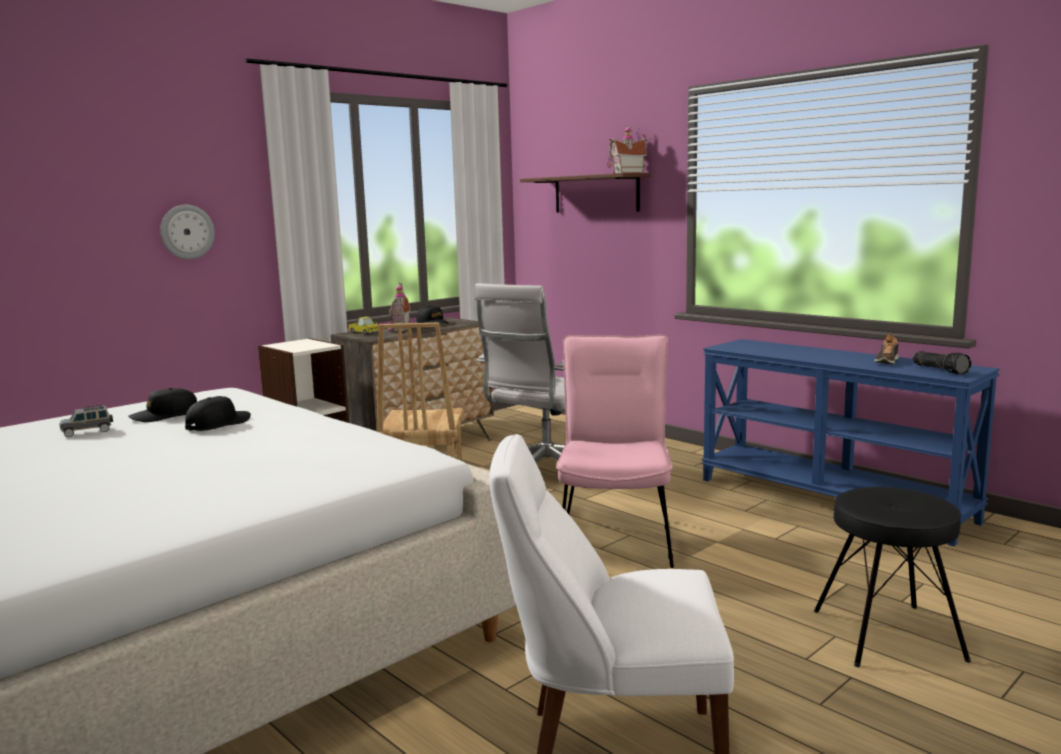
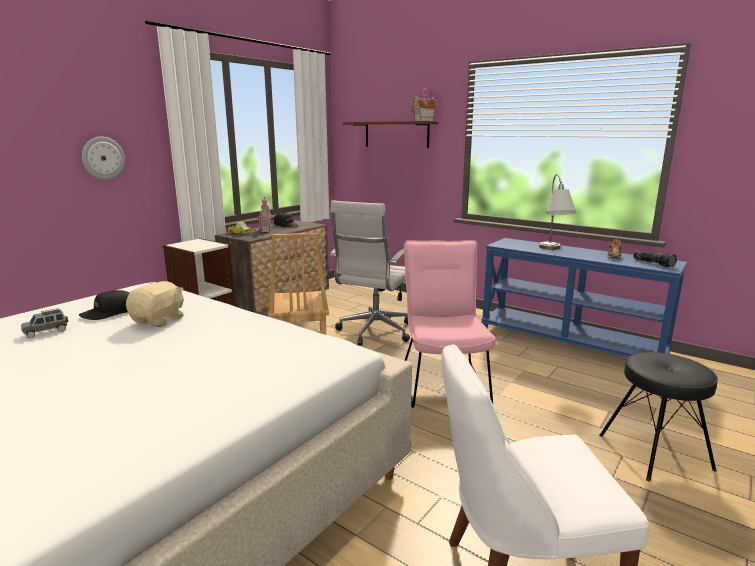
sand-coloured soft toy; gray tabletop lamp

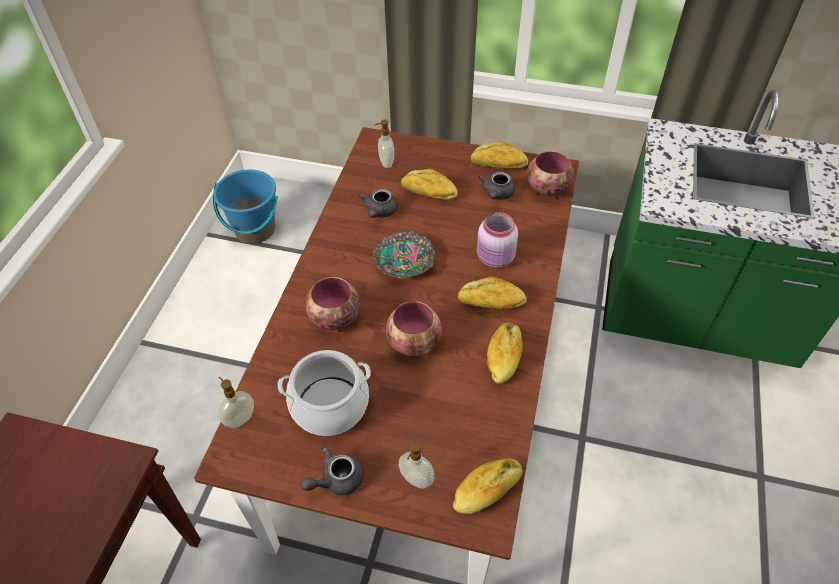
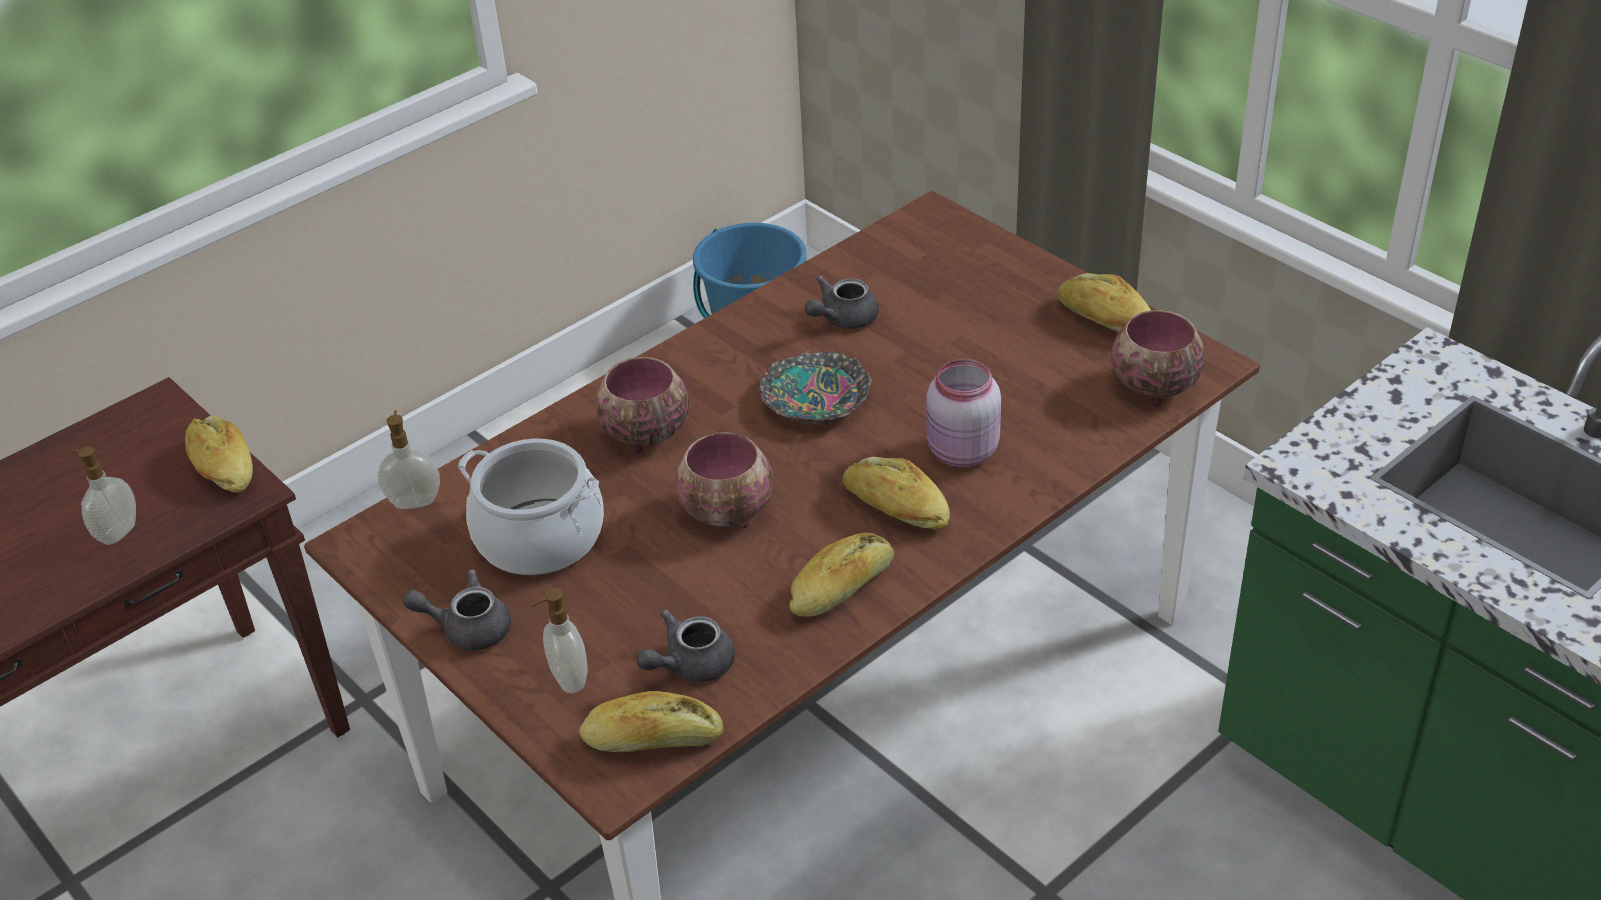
liquid soap bottle (no. 1 from left); baked bread (no. 1 from left); gray pot for tea (no. 2 from left)

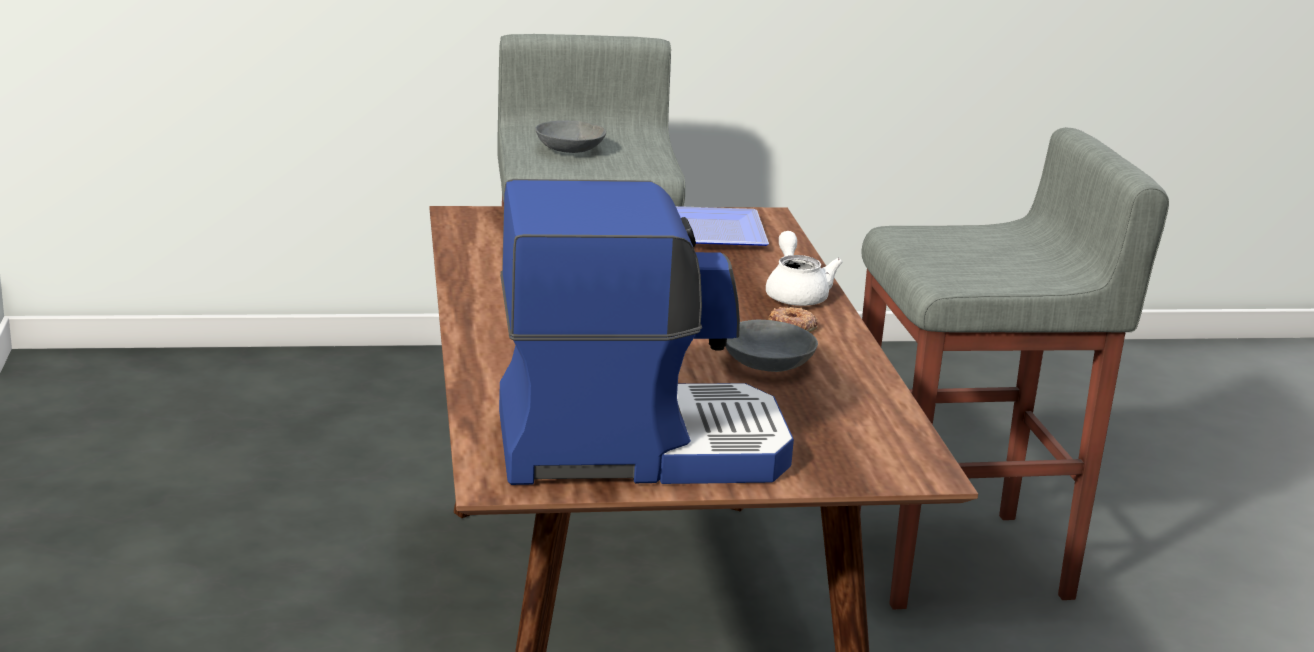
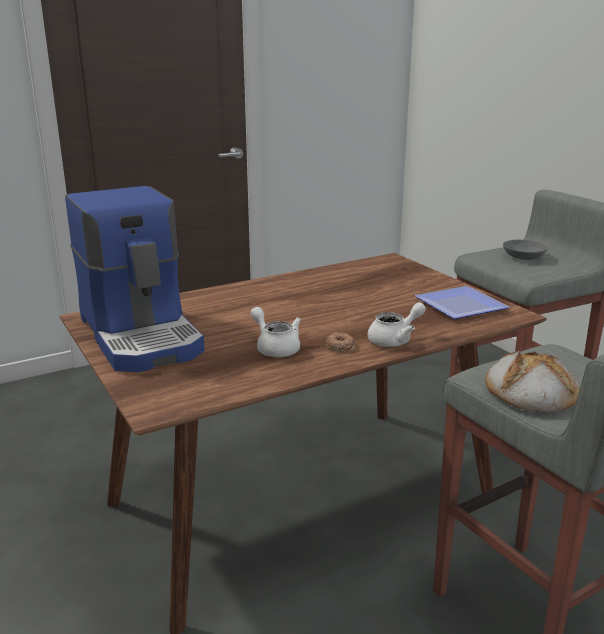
white-coloured pot for tea (no. 1 from left); baked bread

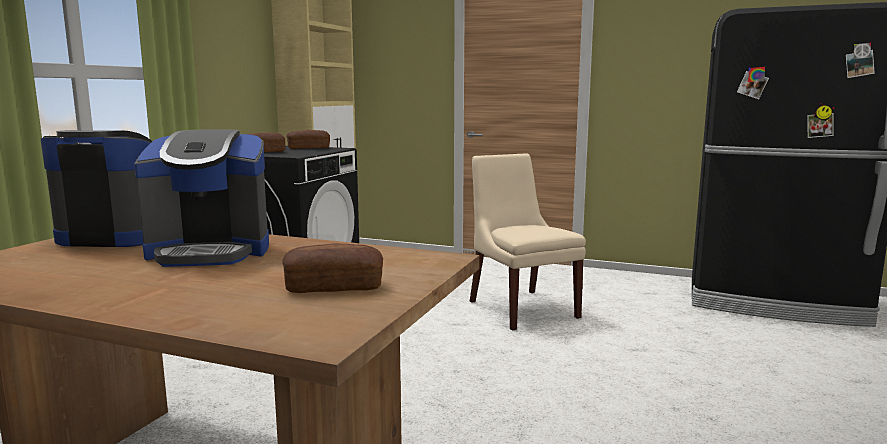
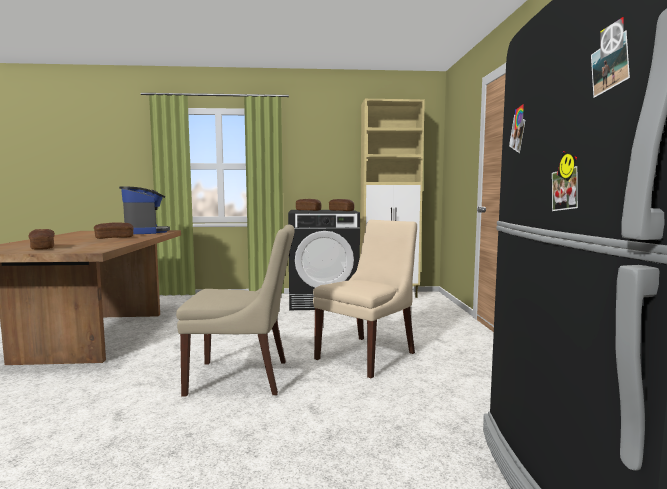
baked bread (no. 2 from left); sand-coloured plain chair (no. 1 from left)

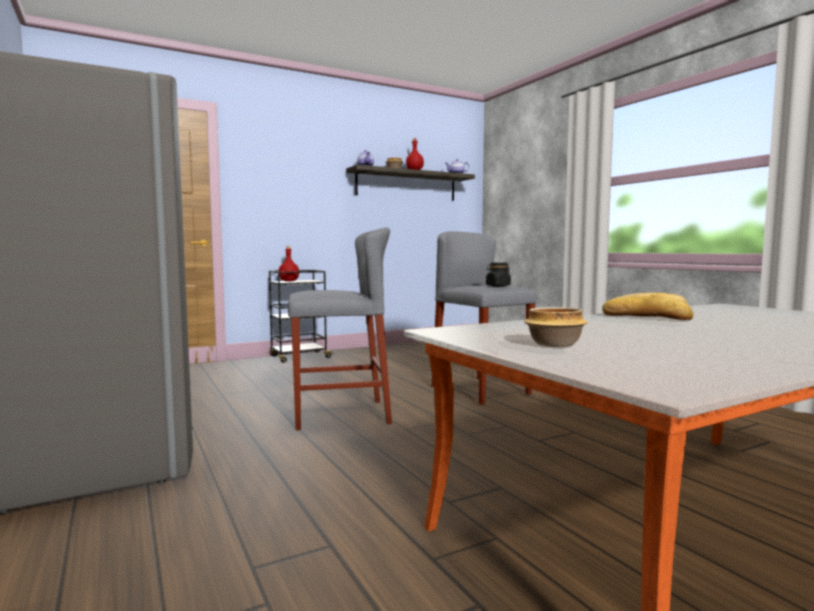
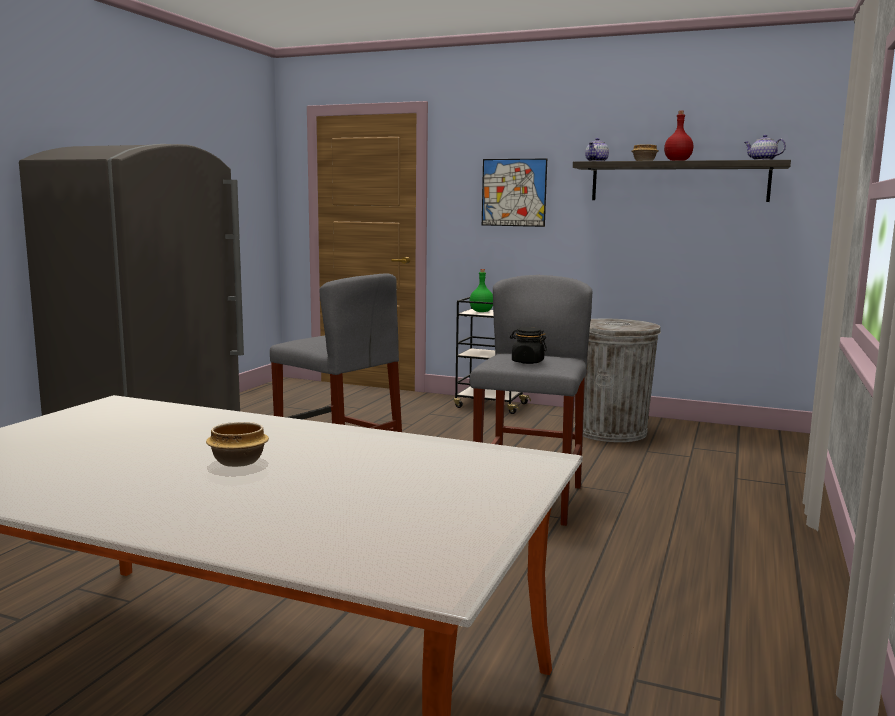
green-coloured beverage bottle; bowl (no. 1 from left); baked bread; picture; gray trash can

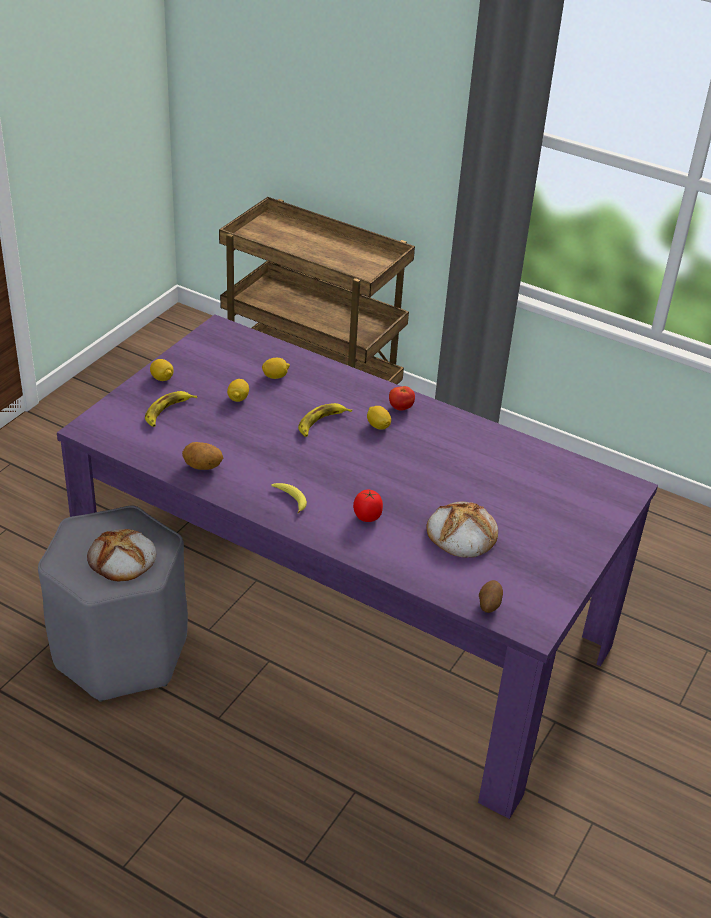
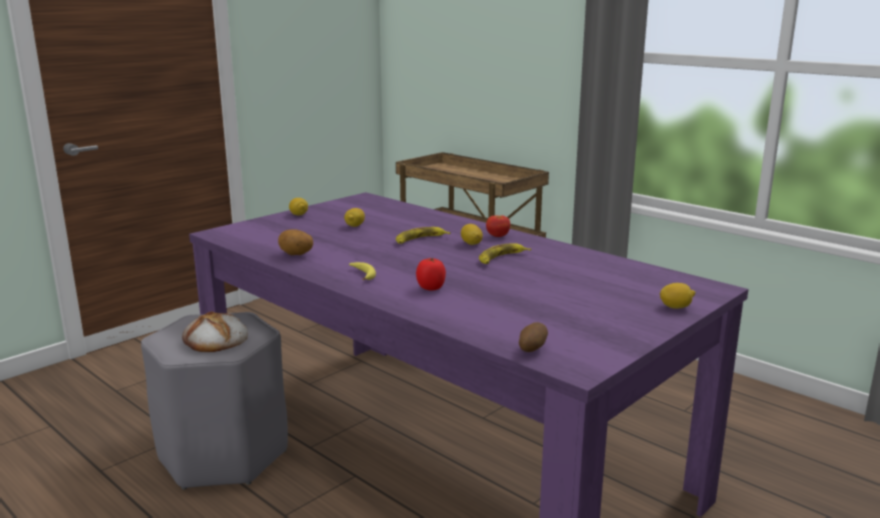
banana fruit (no. 3 from left); citrus fruit (no. 4 from left); baked bread (no. 2 from left in the first image)

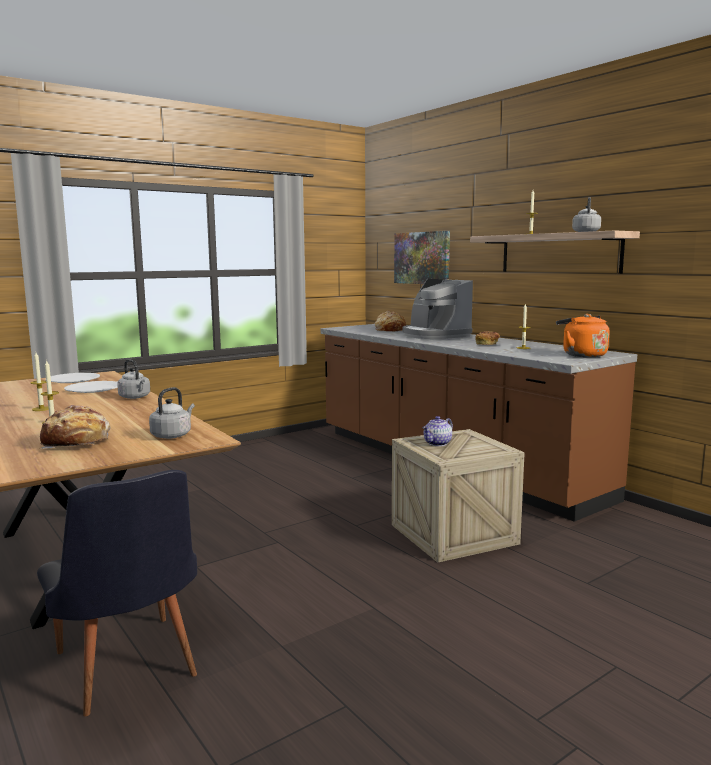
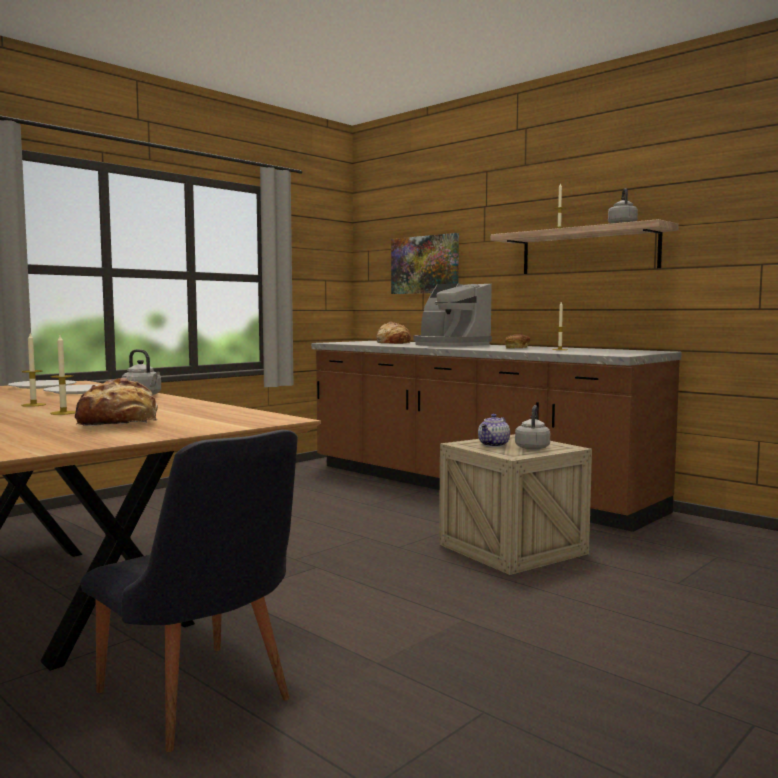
gray kettle (no. 2 from left); orangey kettle

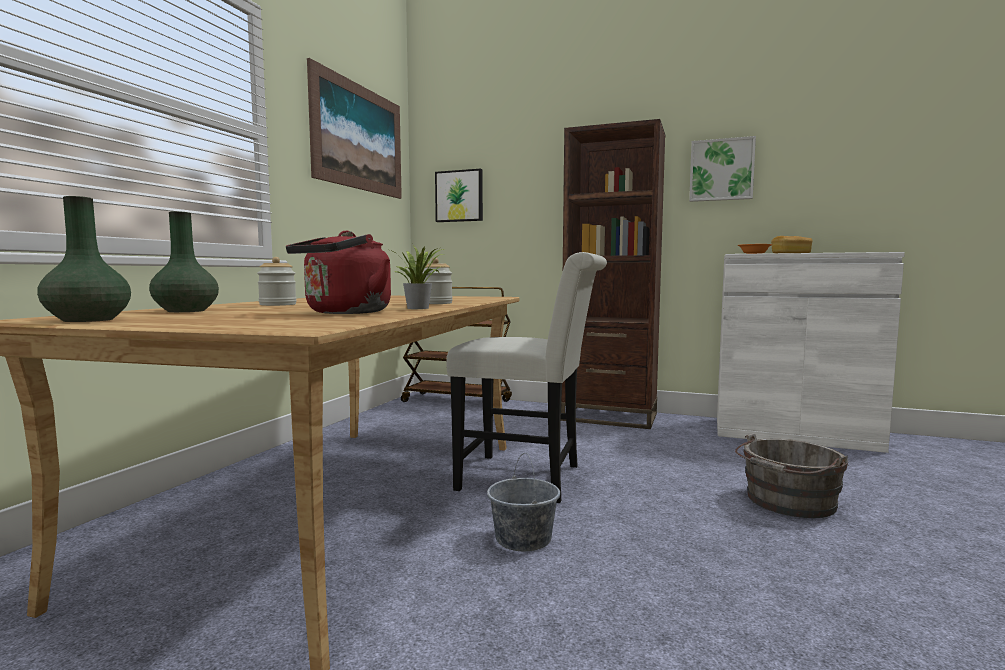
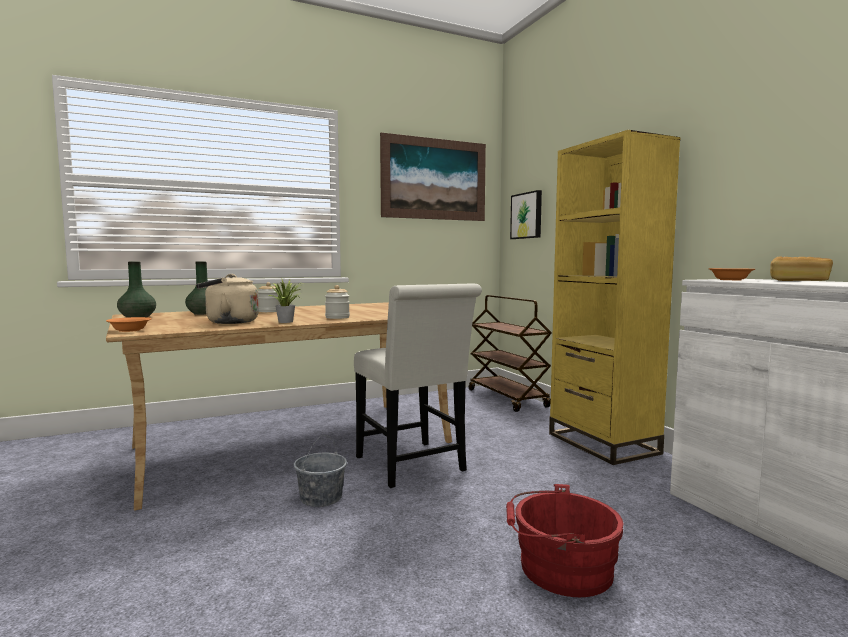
sand-coloured kettle; yellow bookshelf; picture (no. 3 from left in the first image); red bucket; orangey bowl (no. 1 from left)

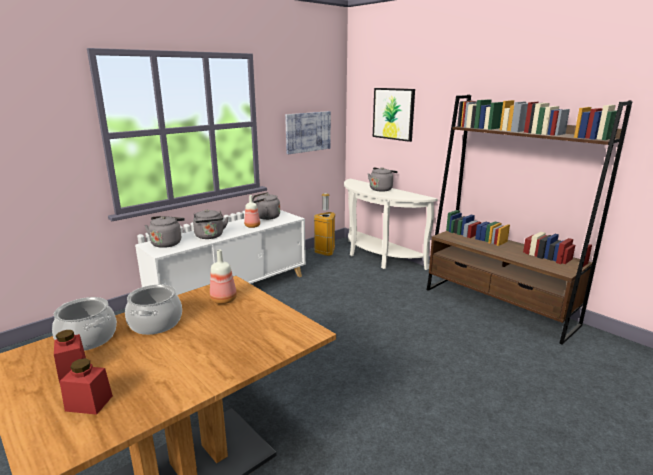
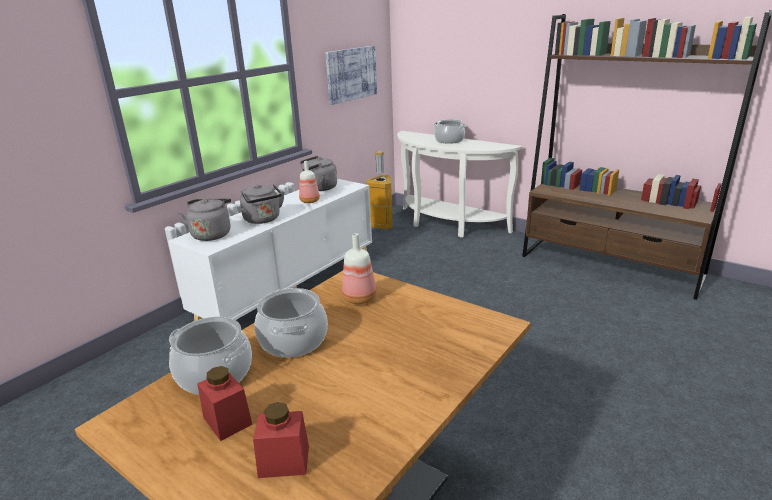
stockpot (no. 3 from left); picture (no. 2 from left in the first image)

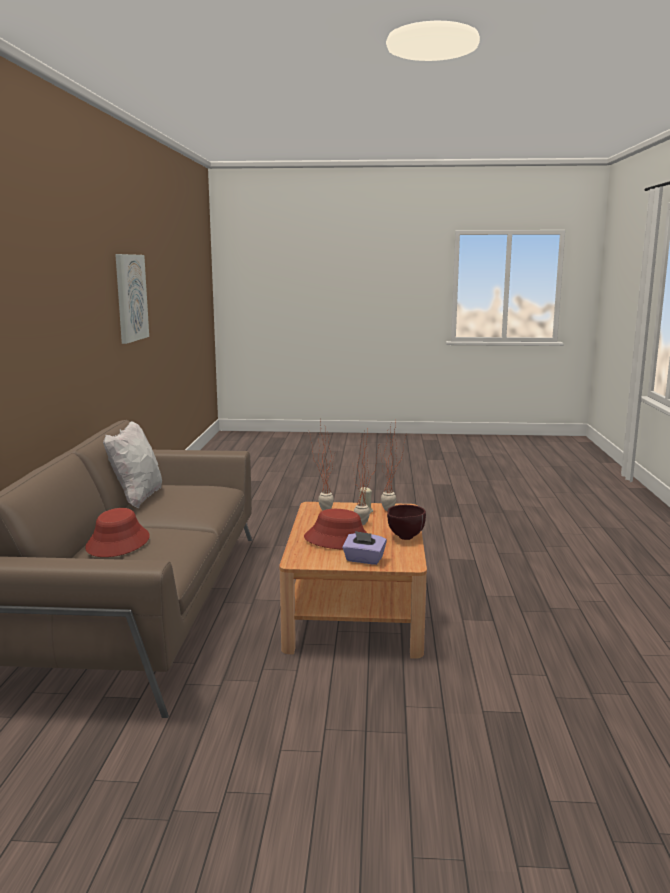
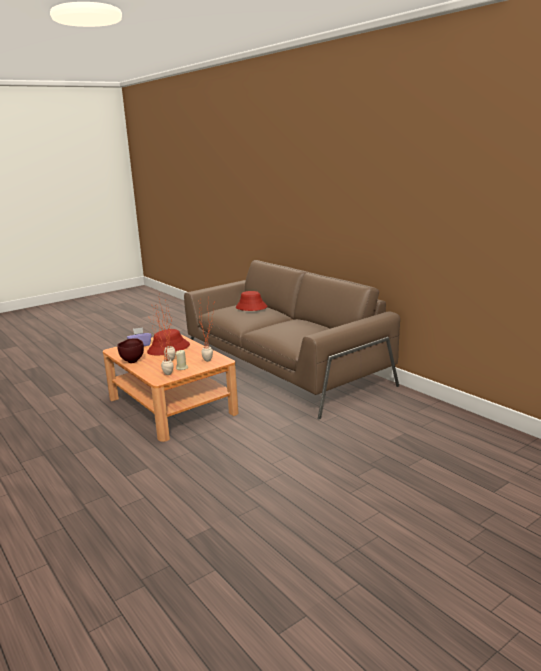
white-coloured cushion; picture

